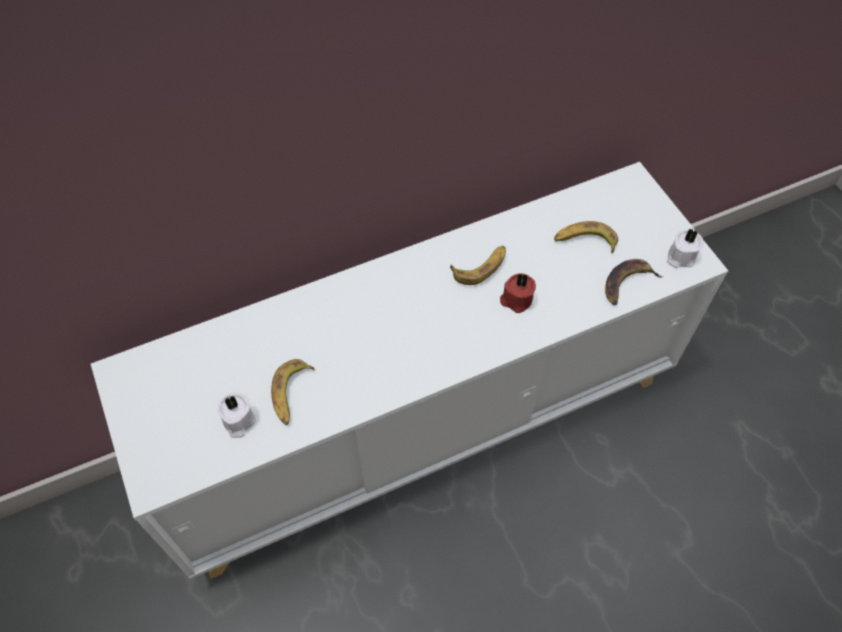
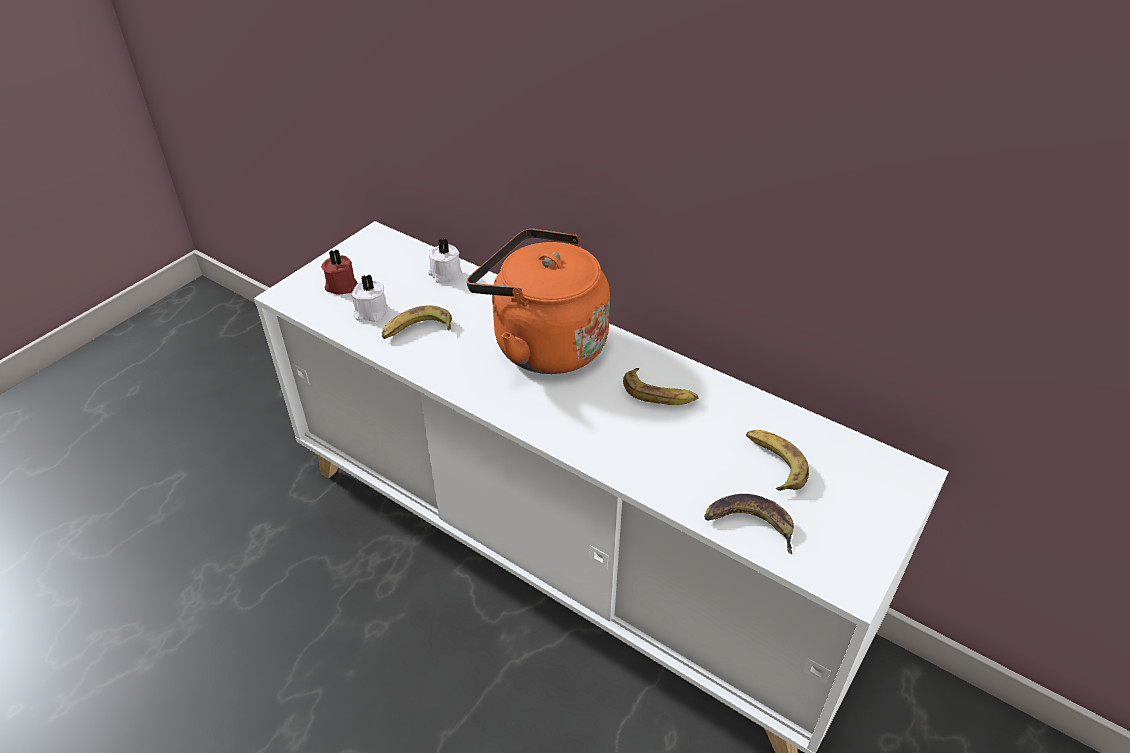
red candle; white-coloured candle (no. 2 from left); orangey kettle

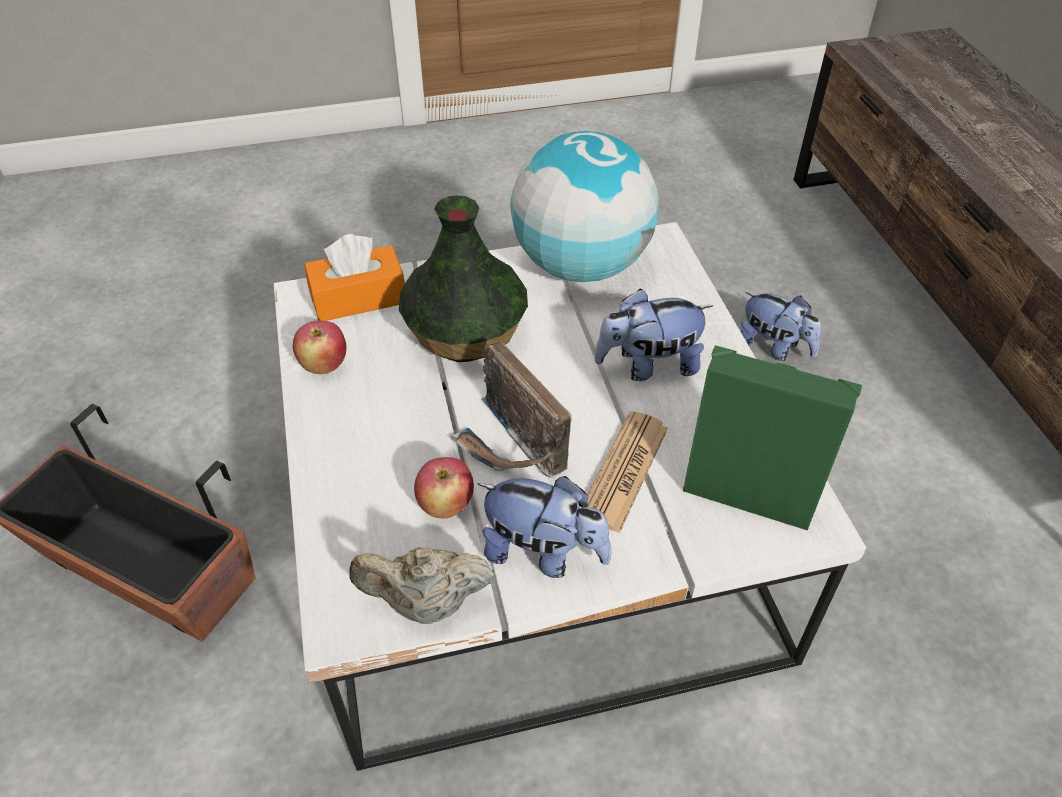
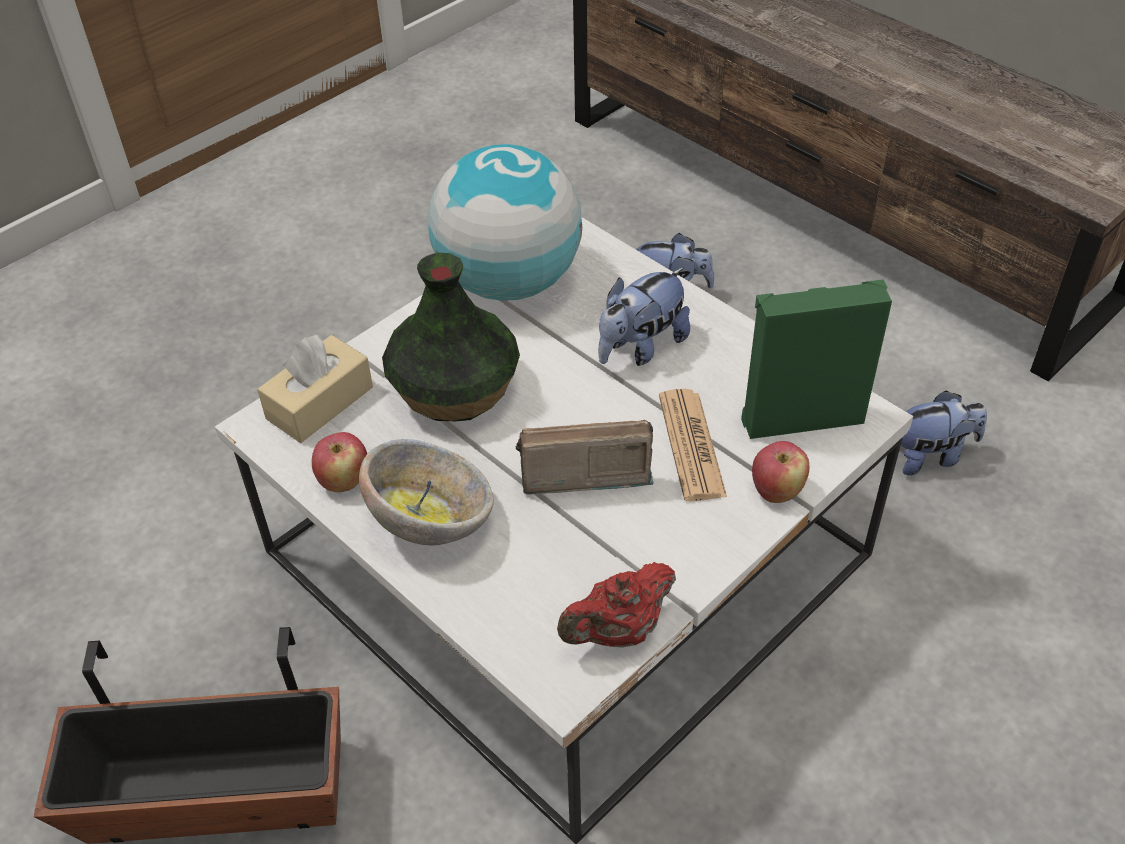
sand-coloured tissue holder; red pot for tea; apple (no. 2 from left); radio; soft toy (no. 3 from left); bowl

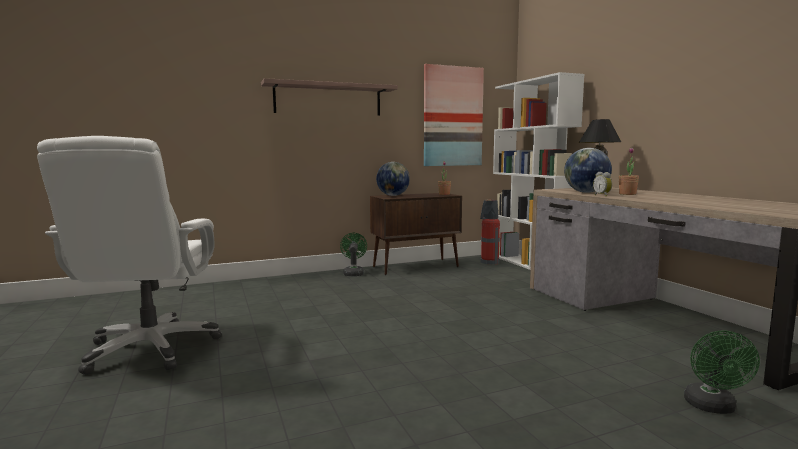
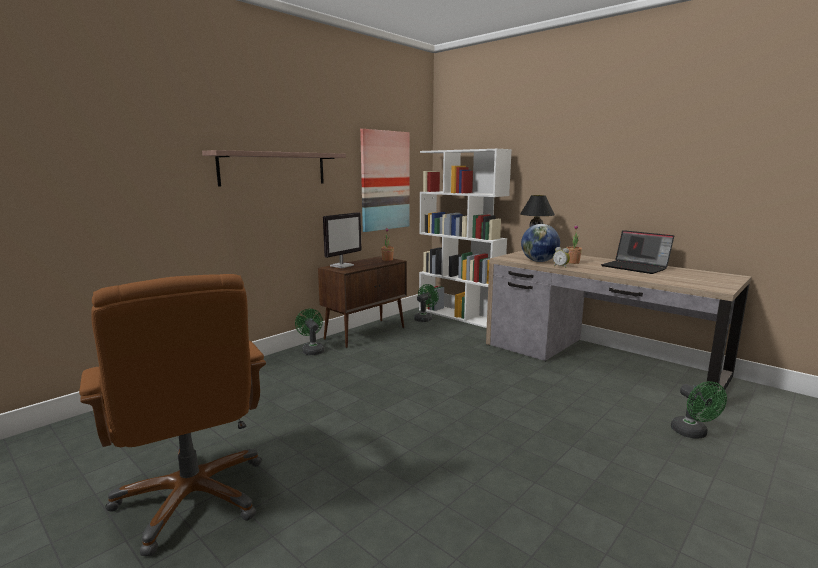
brown-coloured desk chair; computer screen; green-coloured fan (no. 2 from left); portable computer

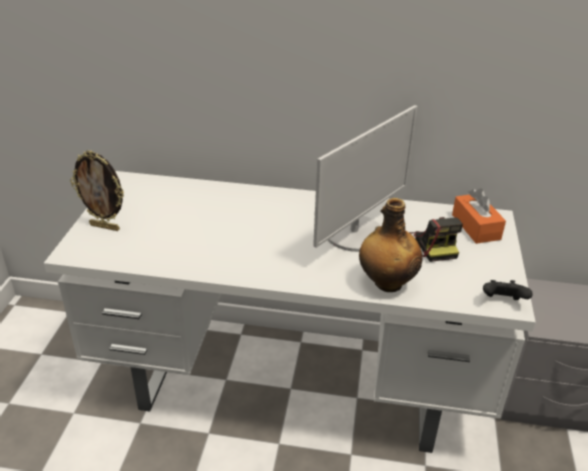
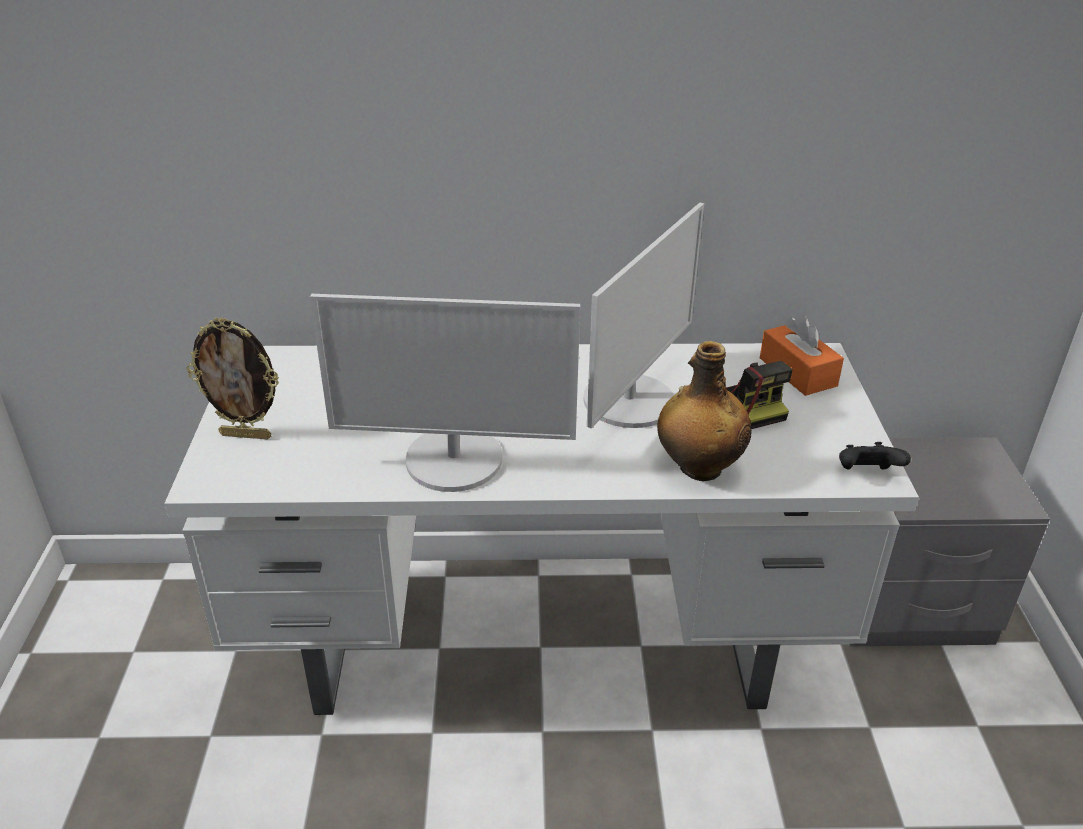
computer screen (no. 1 from left)

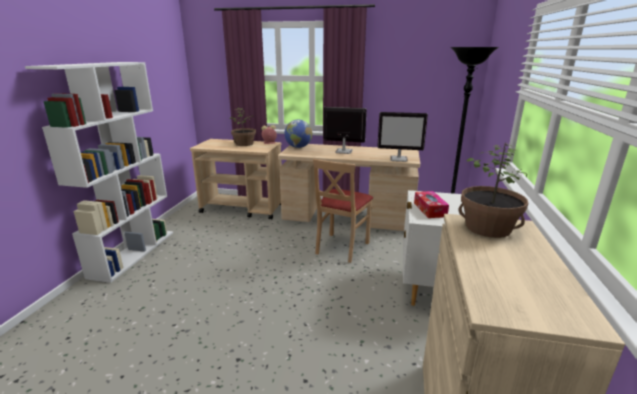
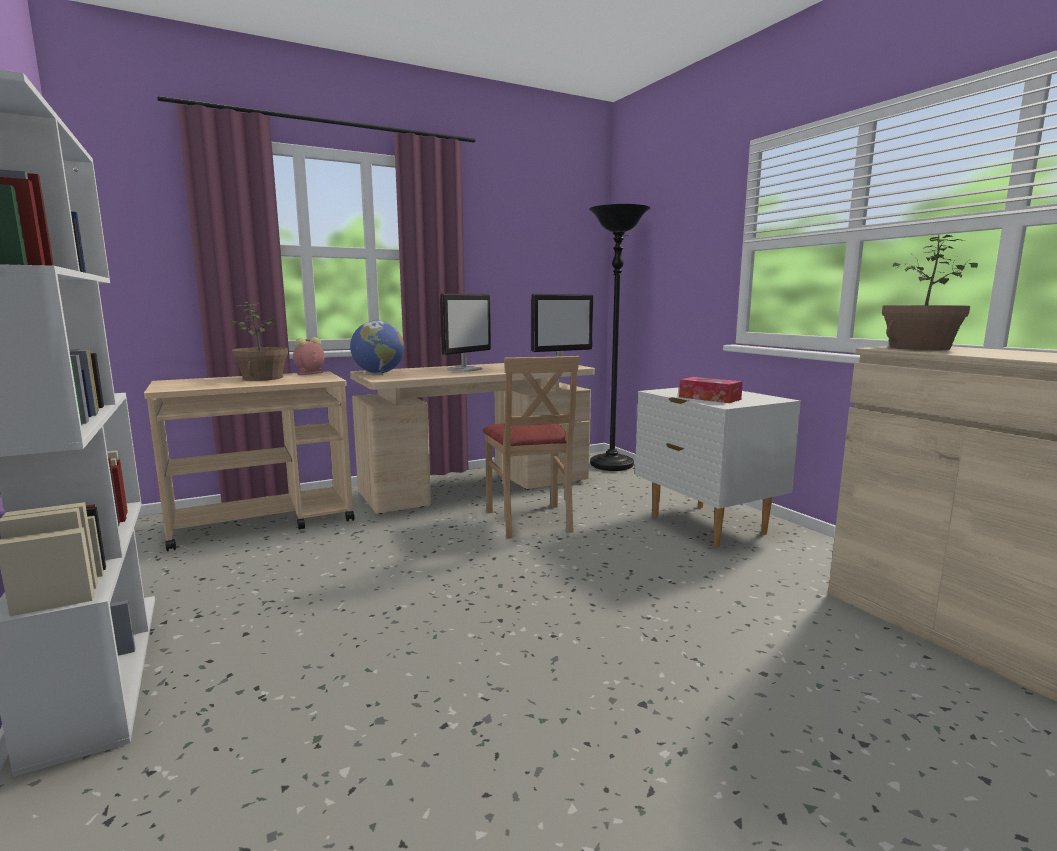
computer screen (no. 1 from left)

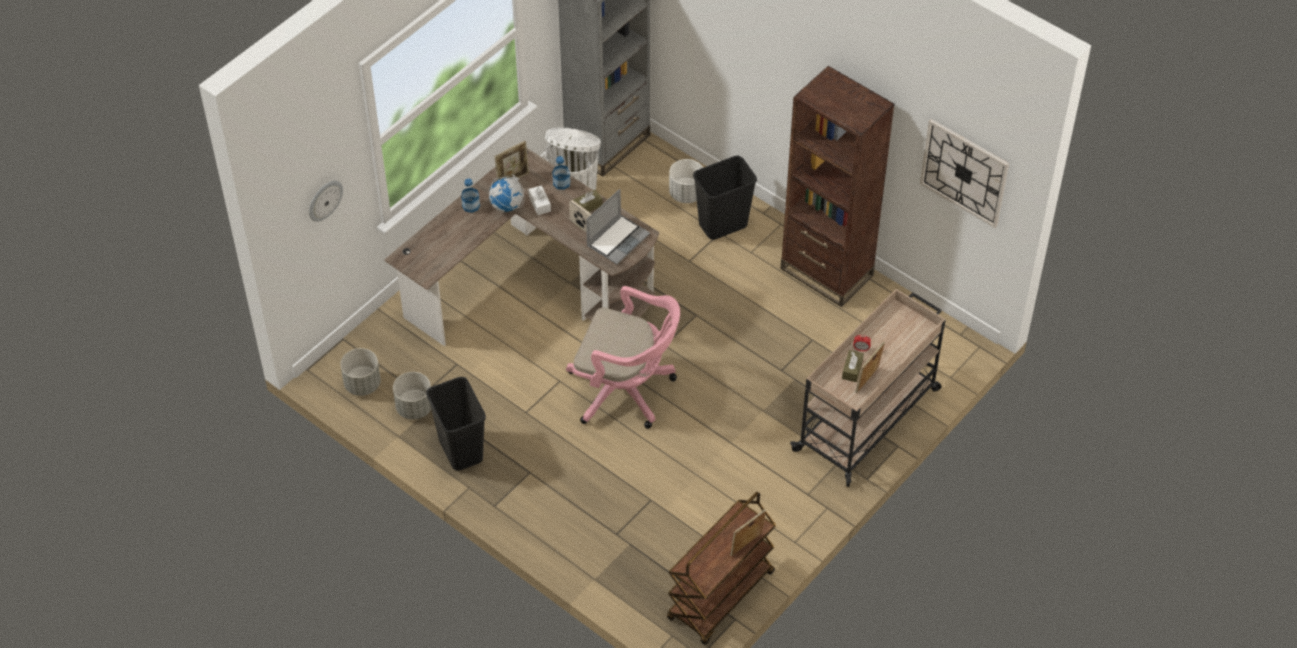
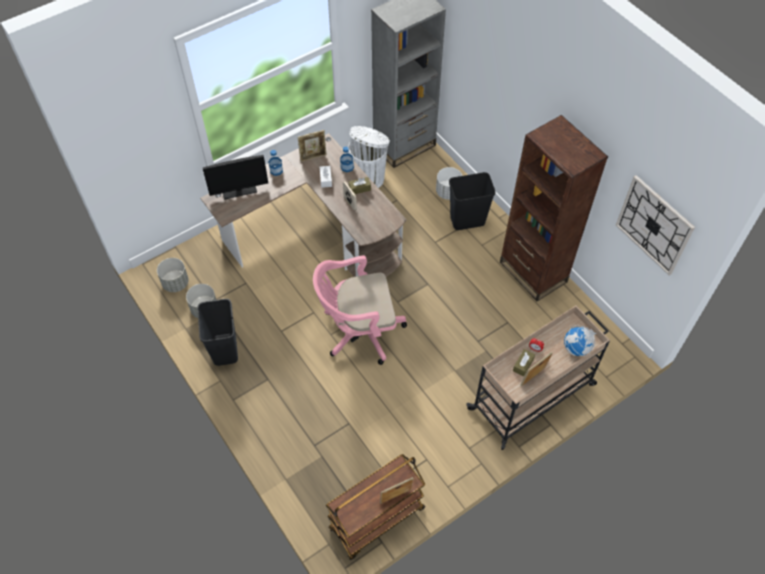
wall clock (no. 1 from left in the first image); world globe; pinkish desk chair; portable computer; computer screen

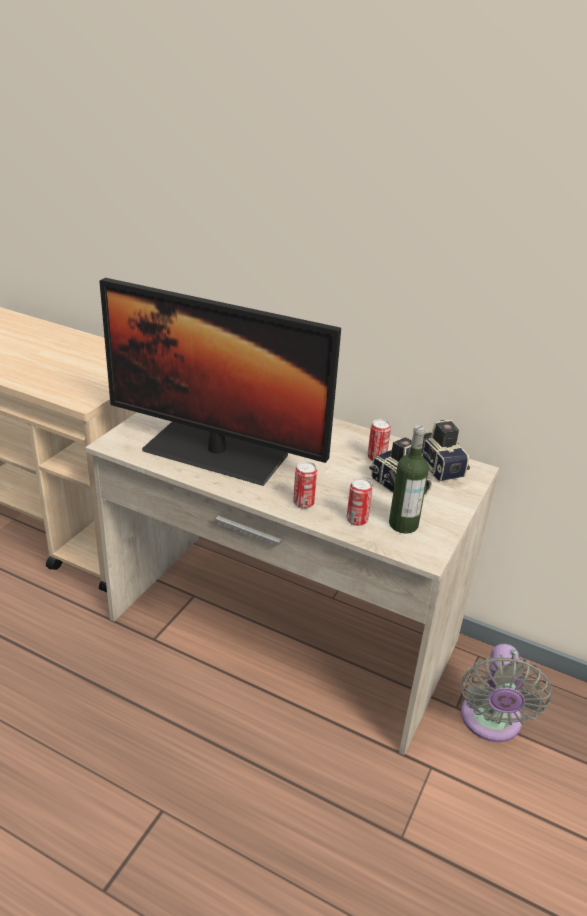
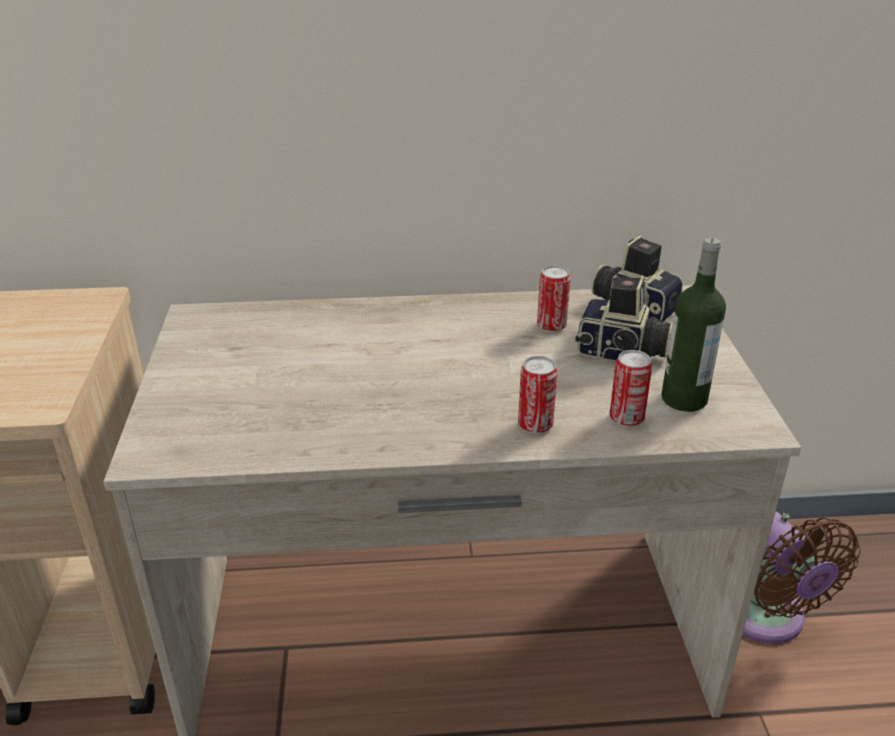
computer screen; brown-coloured fan

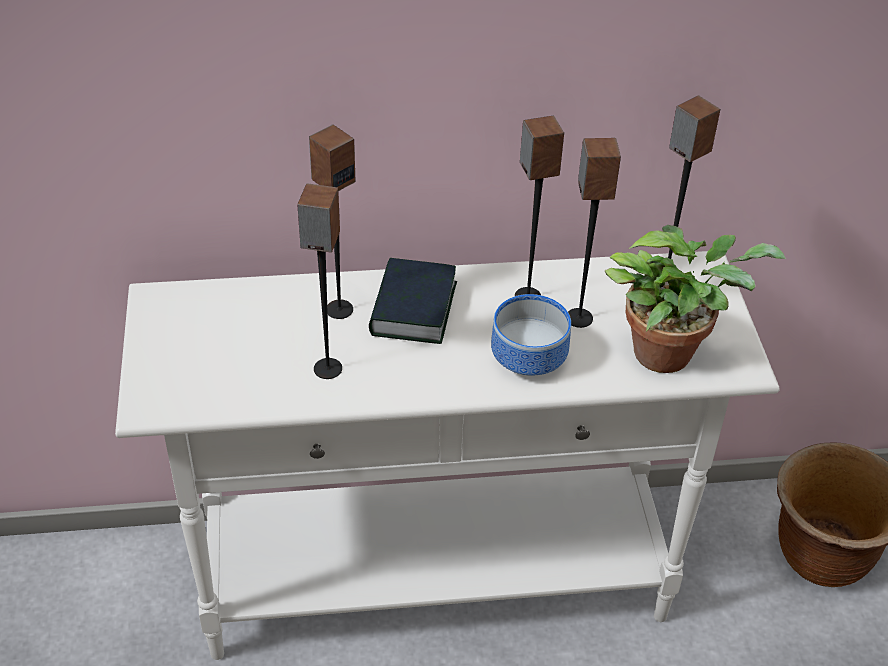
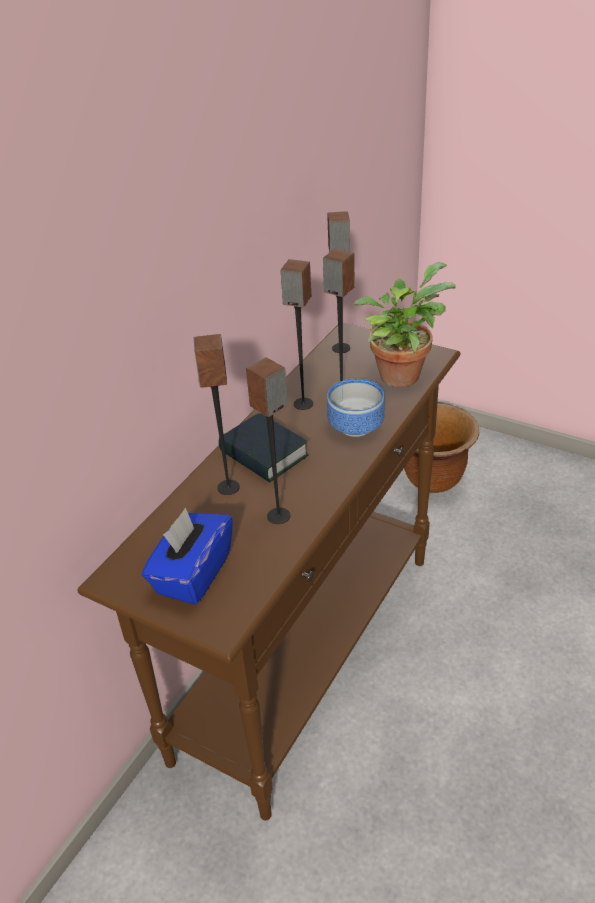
brown-coloured hall table; blue tissue holder

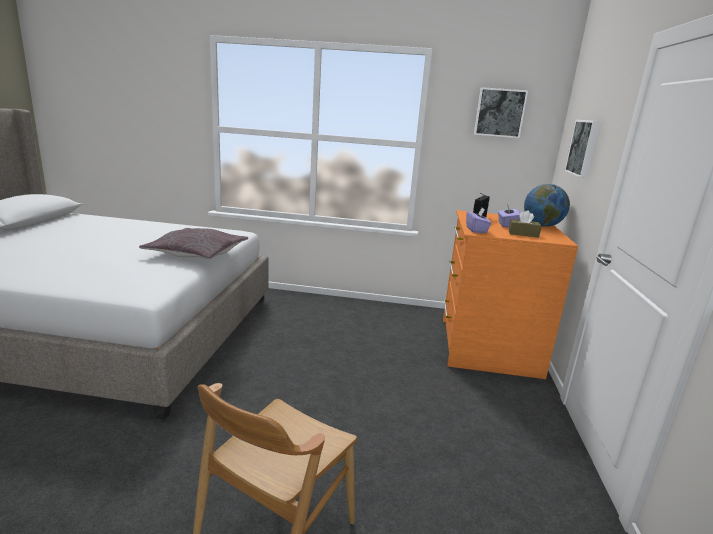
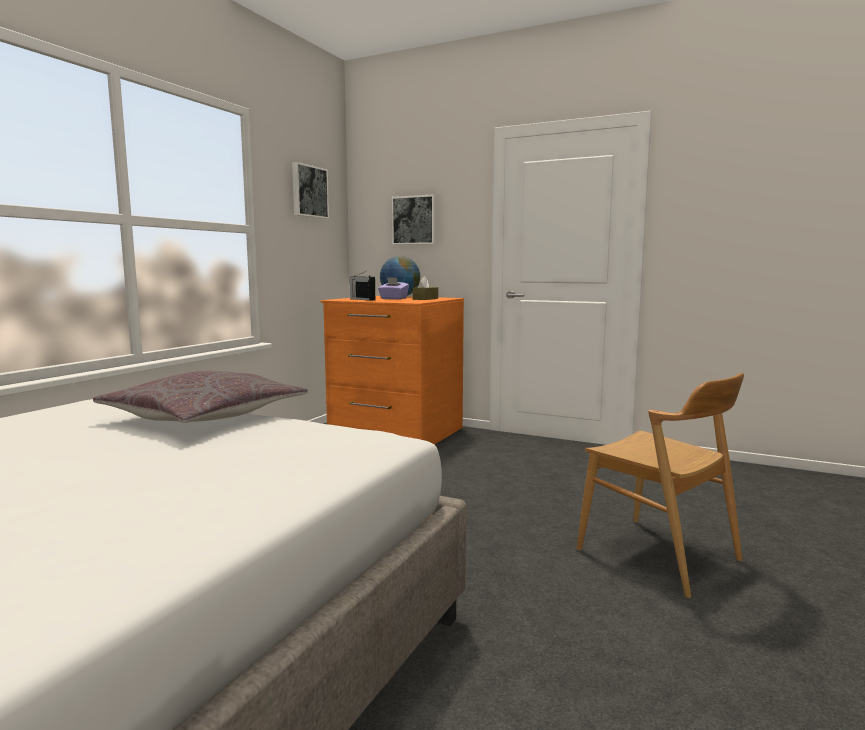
purple tissue holder (no. 1 from left in the first image)

